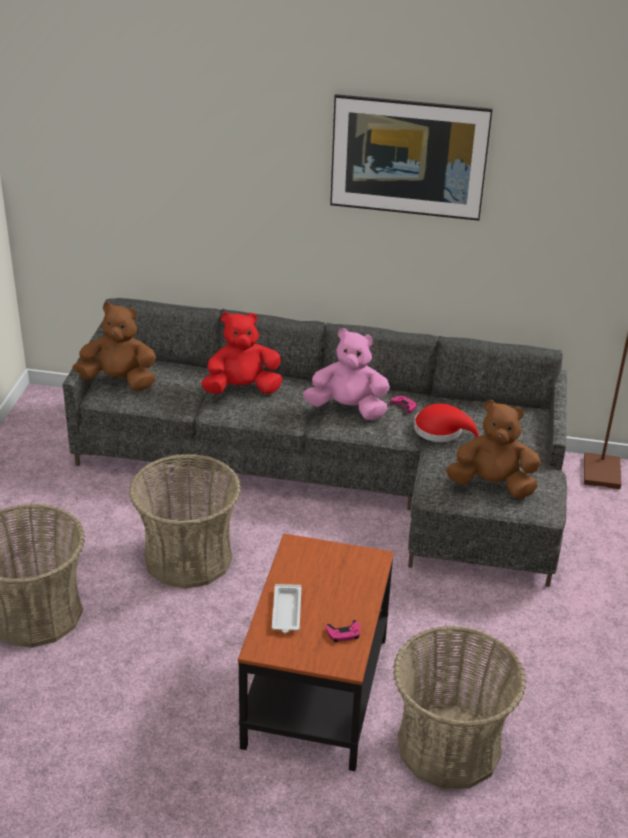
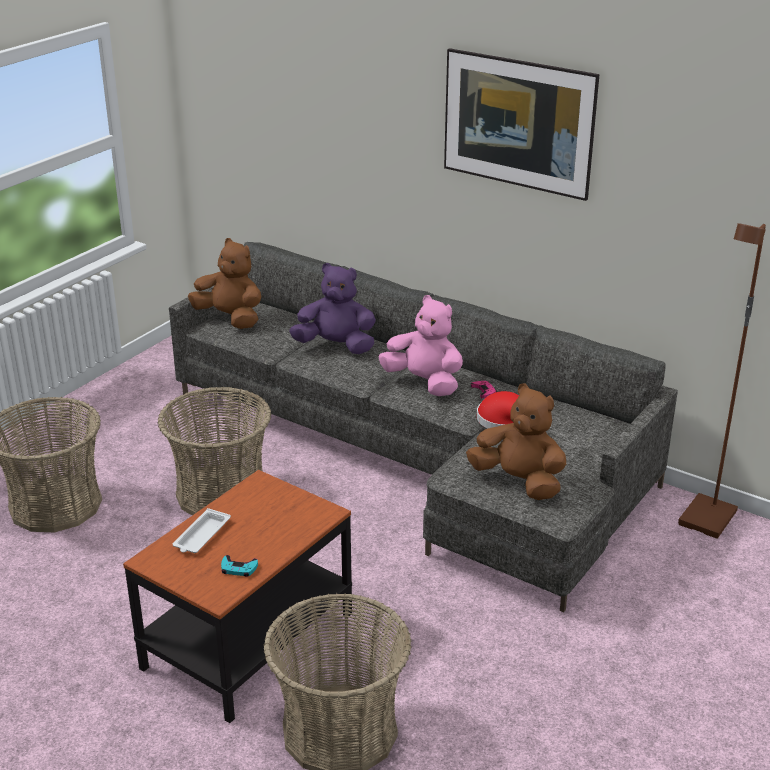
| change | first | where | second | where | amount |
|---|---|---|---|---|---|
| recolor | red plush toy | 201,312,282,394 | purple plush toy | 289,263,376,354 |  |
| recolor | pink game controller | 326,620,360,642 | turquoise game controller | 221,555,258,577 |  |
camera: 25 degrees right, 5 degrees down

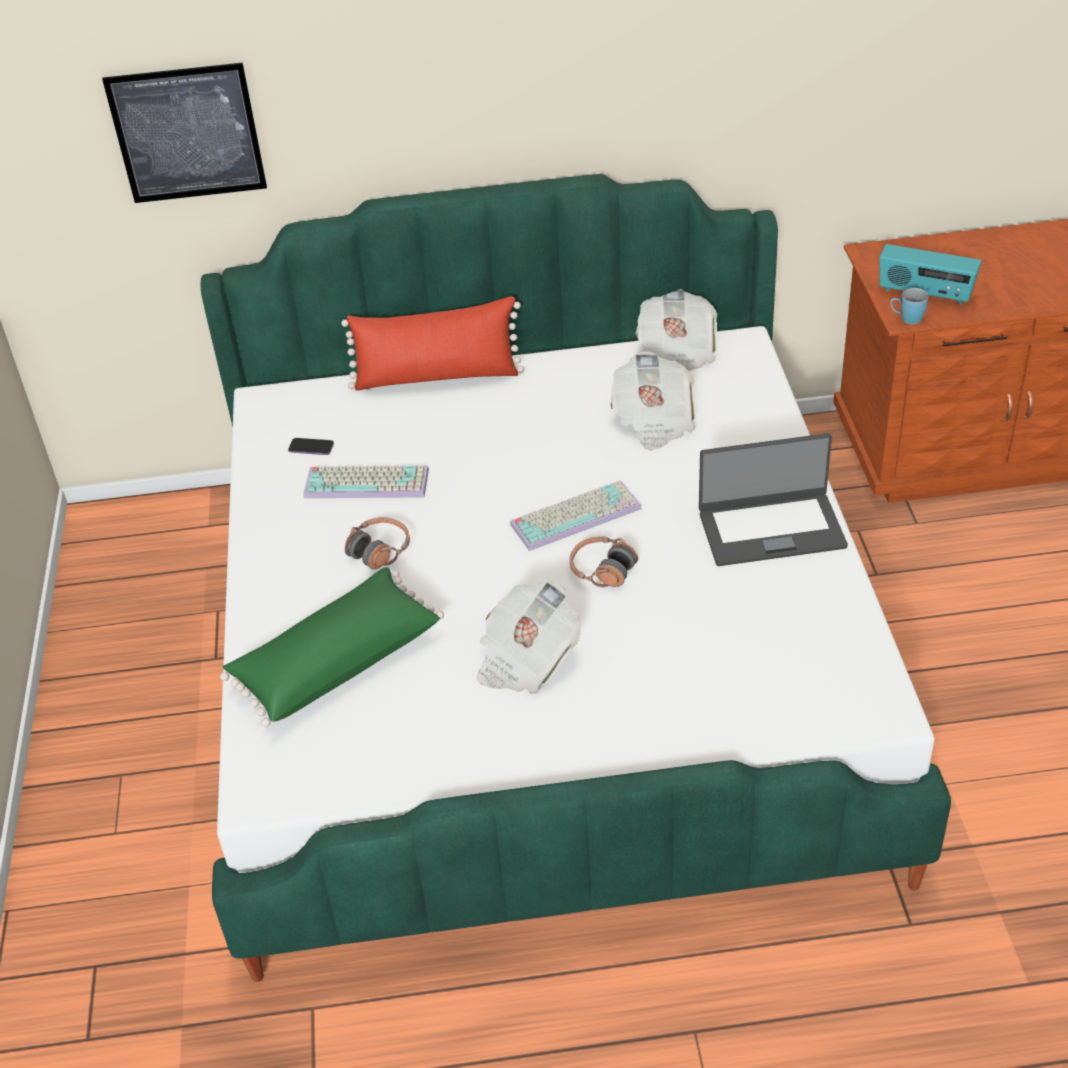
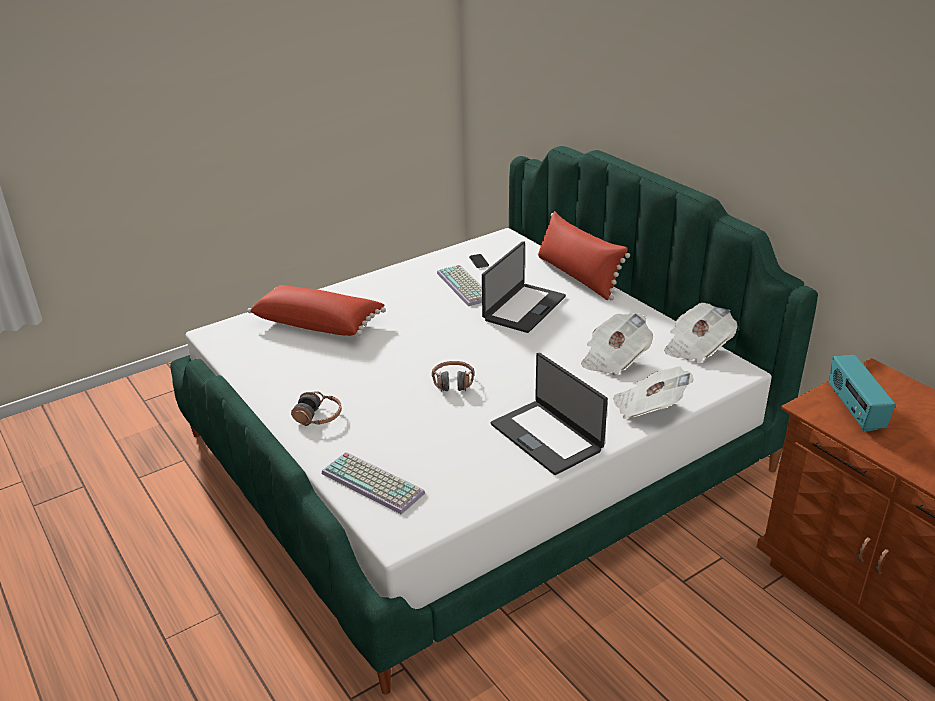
| change | first | where | second | where | amount |
|---|---|---|---|---|---|
| delete | picture | 102,63,267,203 |  |  |  |
| delete | blue mug | 890,288,928,324 |  |  |  |
| move | keyboard | 510,480,642,551 |  | 322,452,425,515 |  |
| move | headphones | 345,517,410,570 |  | 291,391,342,426 |  |
| recolor | green pillow | 220,567,444,727 | red pillow | 247,285,386,336 |  |
| move | newspaper | 477,581,581,694 |  | 613,366,693,419 |  |
| insert |  |  | laptop | 482,241,566,333 |  |
camera: 60 degrees right, 10 degrees down

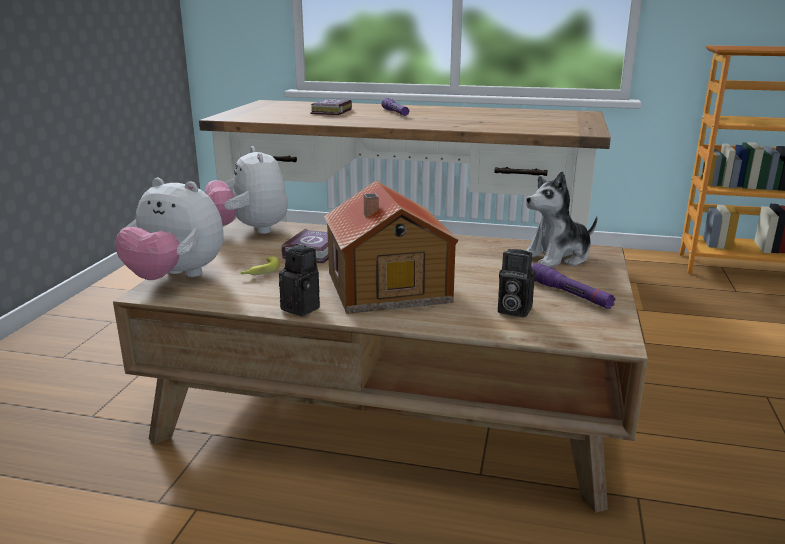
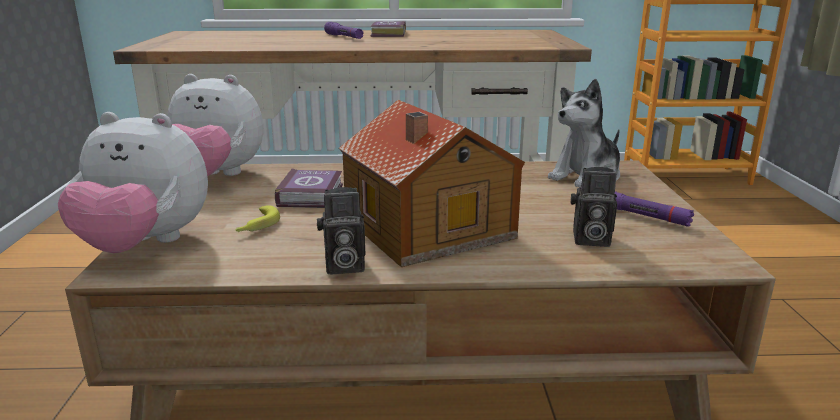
| change | first | where | second | where | amount |
|---|---|---|---|---|---|
| move | book | 310,99,352,115 |  | 370,21,406,37 |  |
| rotate | plush toy | 205,146,288,234 |  | 167,74,263,176 | 45 degrees counterclockwise |
| rotate | photo camera | 279,243,320,317 |  | 317,187,365,274 | 150 degrees clockwise |
camera: 15 degrees left, 0 degrees up

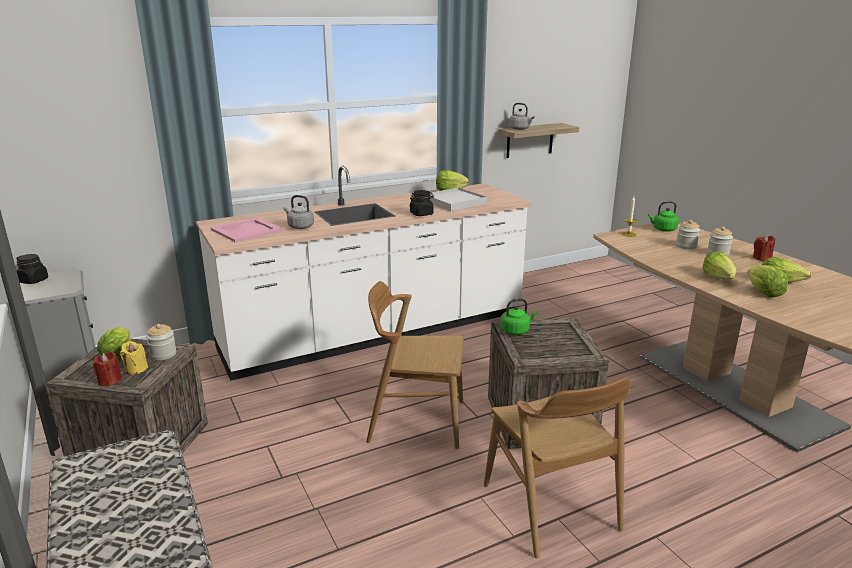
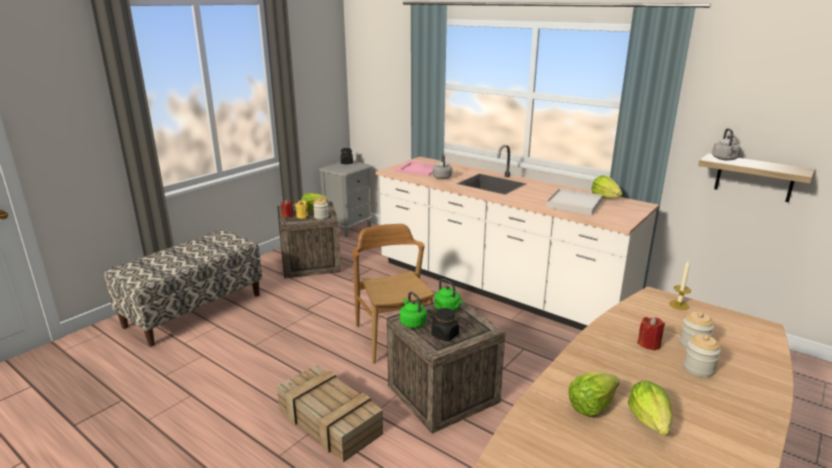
| change | first | where | second | where | amount |
|---|---|---|---|---|---|
| move | black jar | 409,190,434,216 |  | 431,308,459,341 |  |
| move | green kettle | 648,201,679,232 |  | 400,292,427,328 |  |
| move | red candle | 753,234,775,261 |  | 637,317,665,351 |  |
| delete | lettuce | 703,252,736,279 |  |  |  |
| replace | brown chair | 484,377,630,559 | crate | 276,364,383,462 |  |
camera: 65 degrees right, 0 degrees up

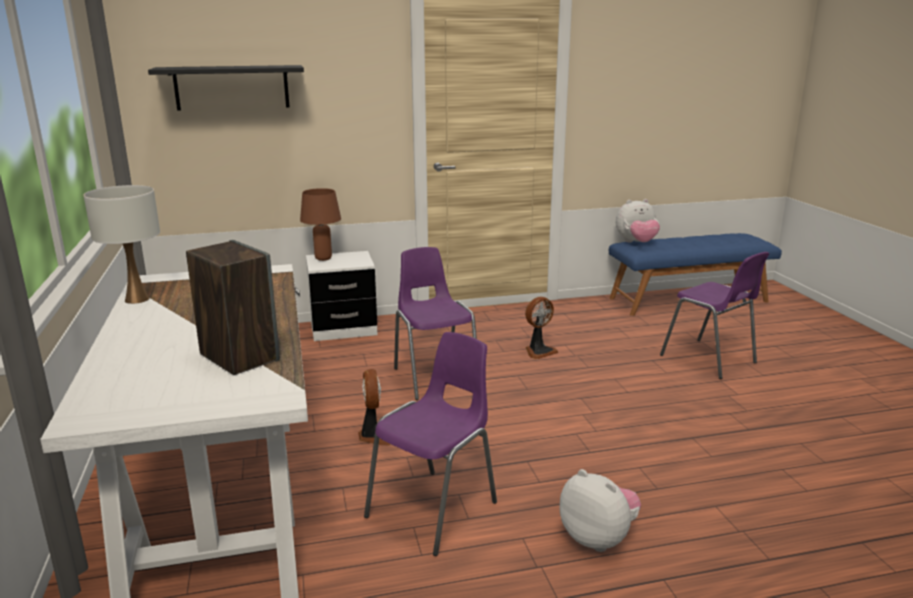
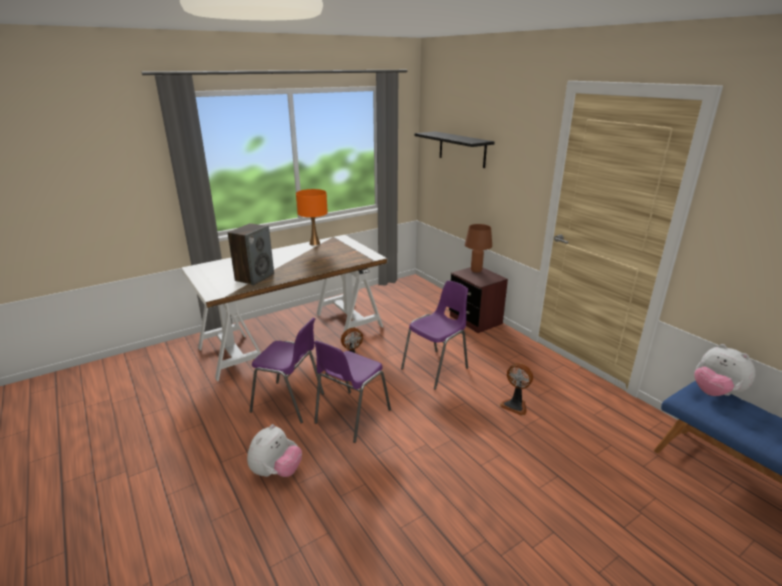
| change | first | where | second | where | amount |
|---|---|---|---|---|---|
| recolor | white table lamp | 84,185,160,304 | orange table lamp | 296,189,328,246 |  |
| recolor | white nightstand | 306,251,377,341 | brown nightstand | 449,267,508,333 |  |
| move | purple chair | 660,252,769,379 |  | 314,340,391,443 |  |
camera: 70 degrees right, 5 degrees up

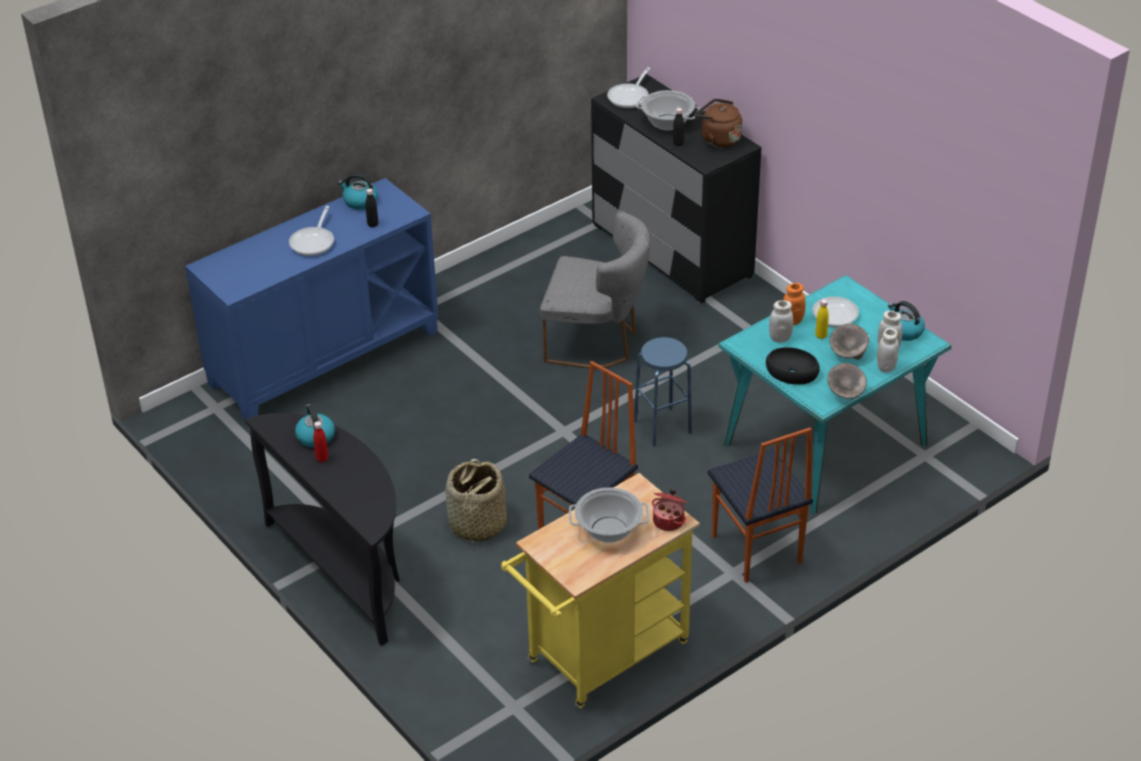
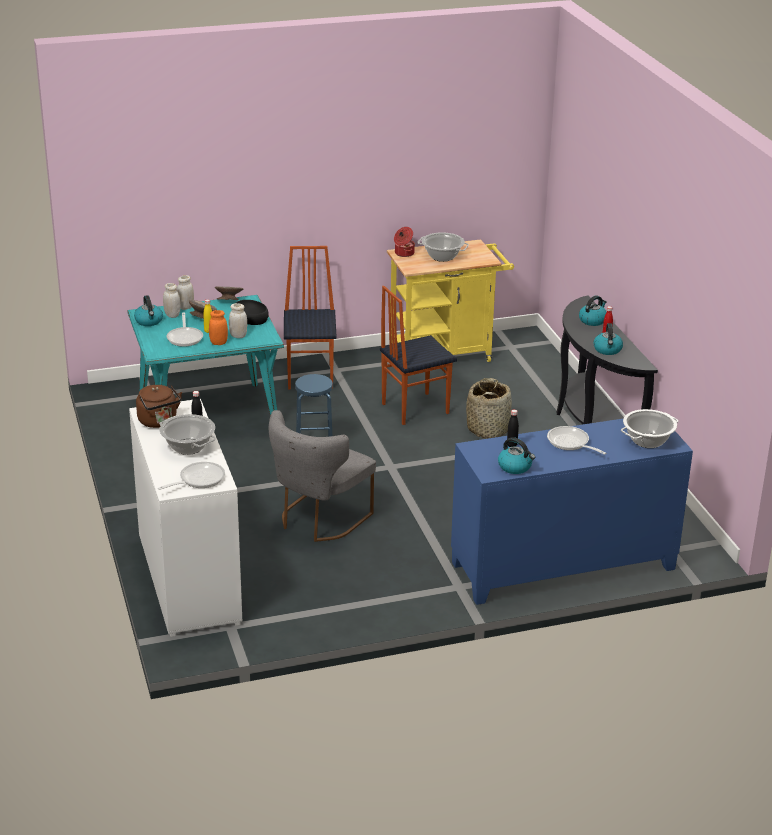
| change | first | where | second | where | amount |
|---|---|---|---|---|---|
| recolor | black dresser | 591,74,761,303 | white dresser | 129,399,242,637 |  |
| rotate | frying pan | 289,206,334,256 |  | 547,426,606,455 | 75 degrees counterclockwise |
| rotate | grey chair | 540,211,650,369 |  | 269,410,376,542 | 90 degrees counterclockwise |
| insert |  |  | kettle | 579,295,607,326 |  |
| insert |  |  | cooking pot | 621,409,679,448 |  |
camera: 160 degrees left, 10 degrees down

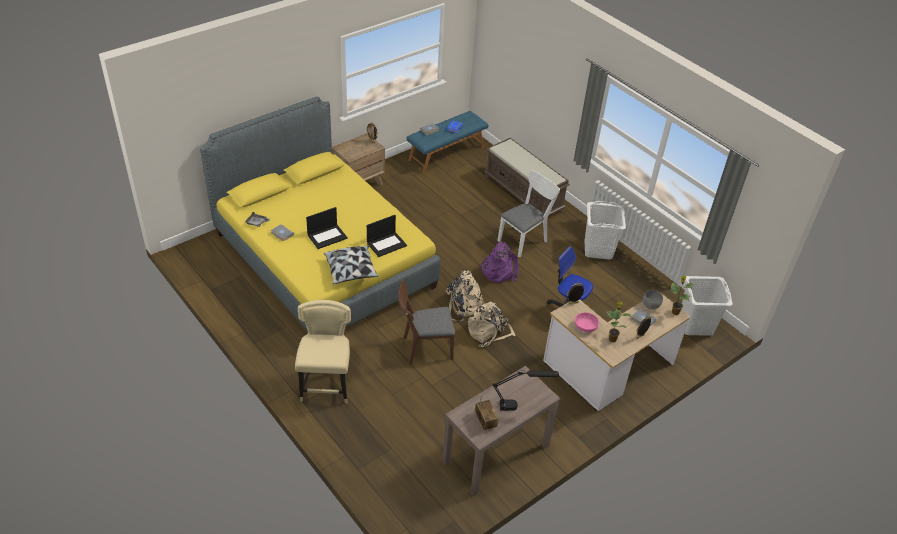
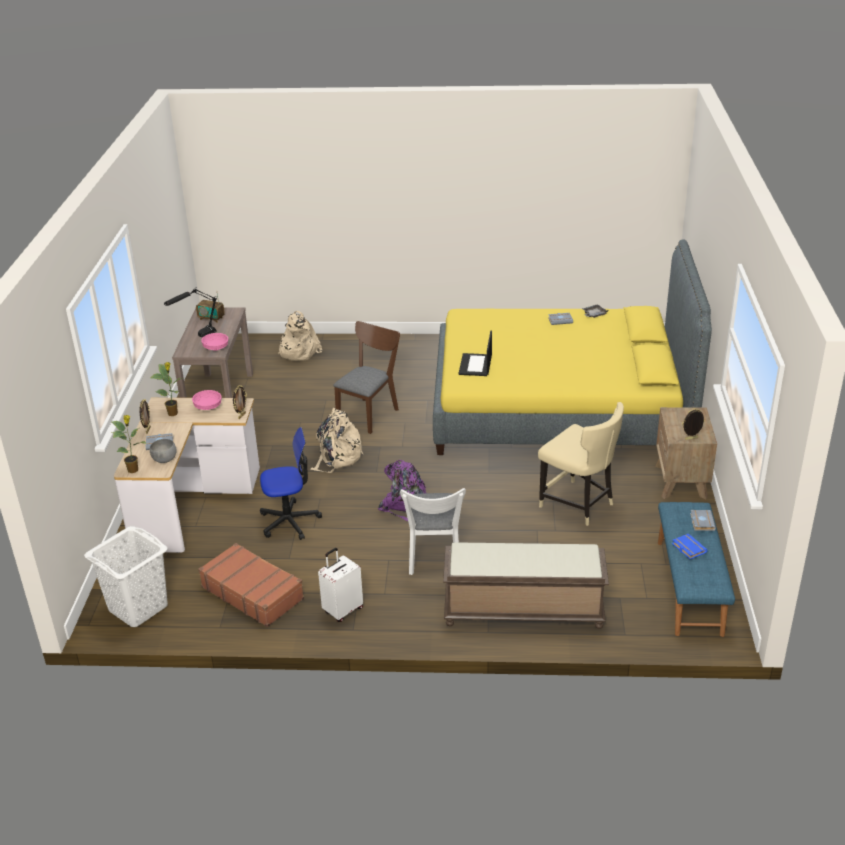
| change | first | where | second | where | amount |
|---|---|---|---|---|---|
| replace | white laundry basket | 585,201,626,259 | white suitcase | 318,548,363,622 |  |
| delete | laptop | 306,207,348,249 |  |  |  |
| delete | pillow | 324,246,378,284 |  |  |  |
| move | beige backpack | 446,270,485,321 |  | 278,311,322,361 |  |
| move | beige chair | 295,300,351,403 |  | 538,402,624,526 |  |
| insert |  |  | pink bowl | 201,333,228,351 |  |
| insert |  |  | brown suitcase | 198,543,304,627 |  |
camera: 135 degrees right, 10 degrees down

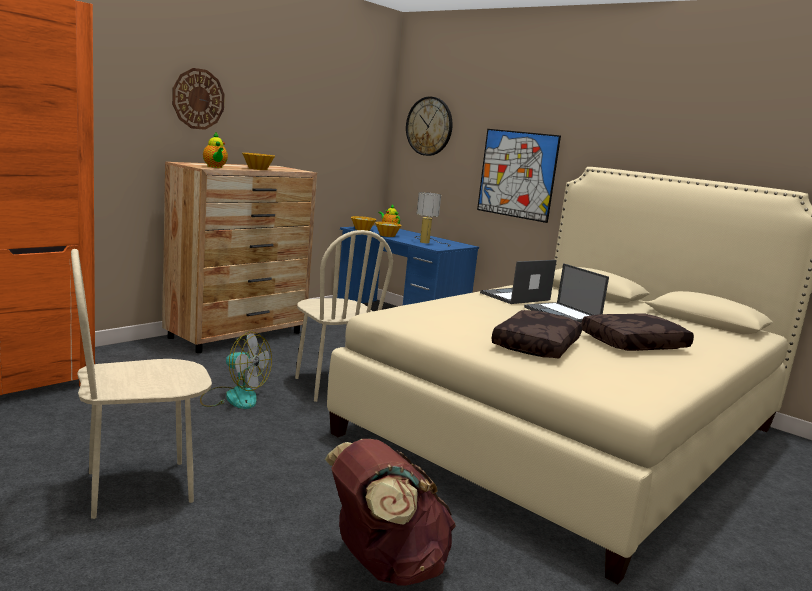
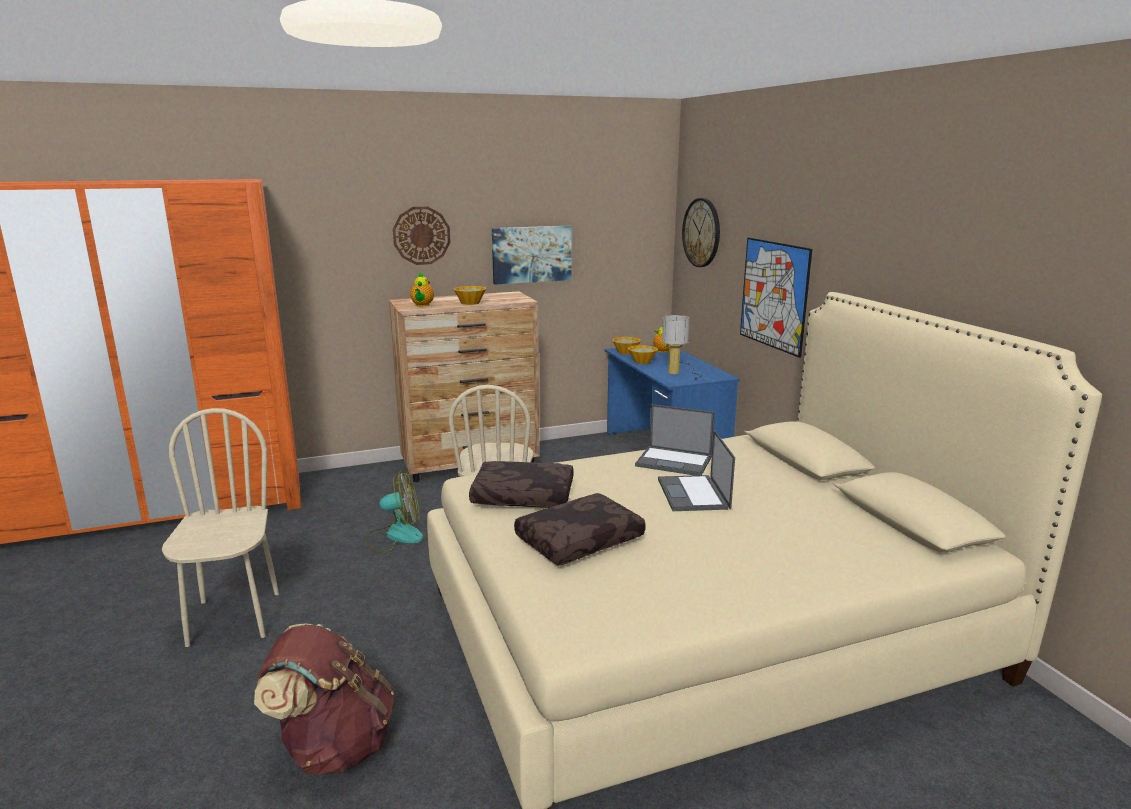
| change | first | where | second | where | amount |
|---|---|---|---|---|---|
| rotate | beige chair | 71,249,212,519 |  | 162,408,279,647 | 75 degrees clockwise |
| rotate | laptop | 480,260,557,304 |  | 635,404,715,475 | 150 degrees counterclockwise |
| move | brown pillow | 582,313,694,351 |  | 469,461,574,508 |  |
| rotate | fan | 200,332,272,409 |  | 366,471,423,553 | 60 degrees counterclockwise |
| insert |  |  | picture | 492,226,572,285 |  |
camera: 30 degrees right, 5 degrees up

